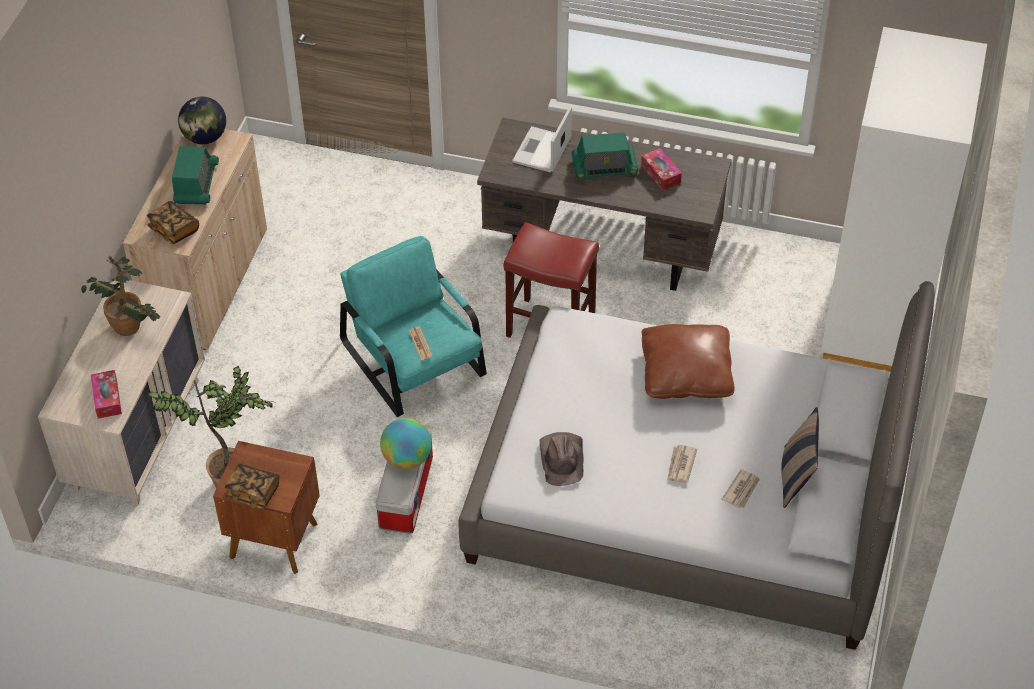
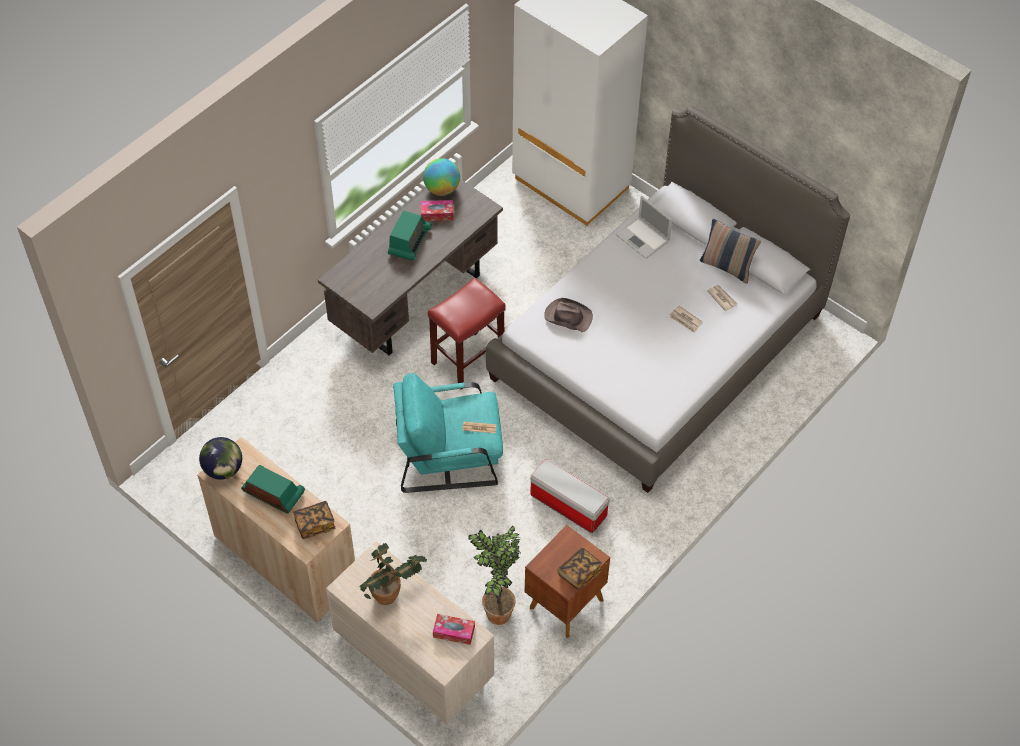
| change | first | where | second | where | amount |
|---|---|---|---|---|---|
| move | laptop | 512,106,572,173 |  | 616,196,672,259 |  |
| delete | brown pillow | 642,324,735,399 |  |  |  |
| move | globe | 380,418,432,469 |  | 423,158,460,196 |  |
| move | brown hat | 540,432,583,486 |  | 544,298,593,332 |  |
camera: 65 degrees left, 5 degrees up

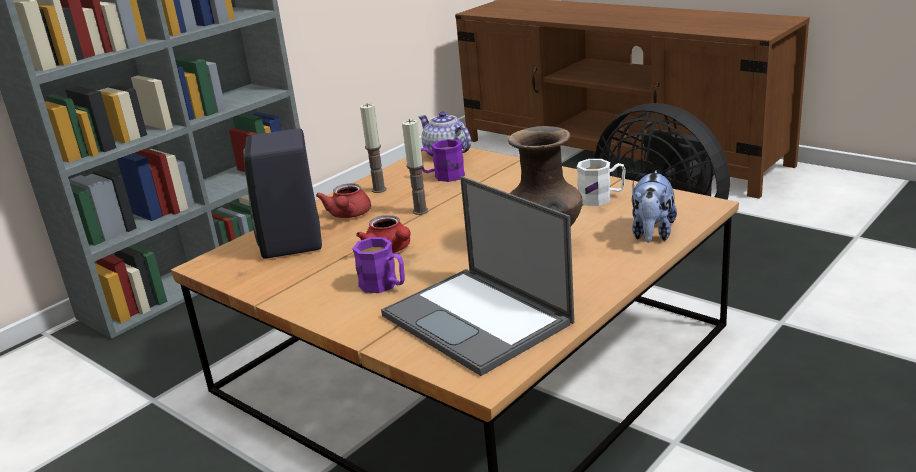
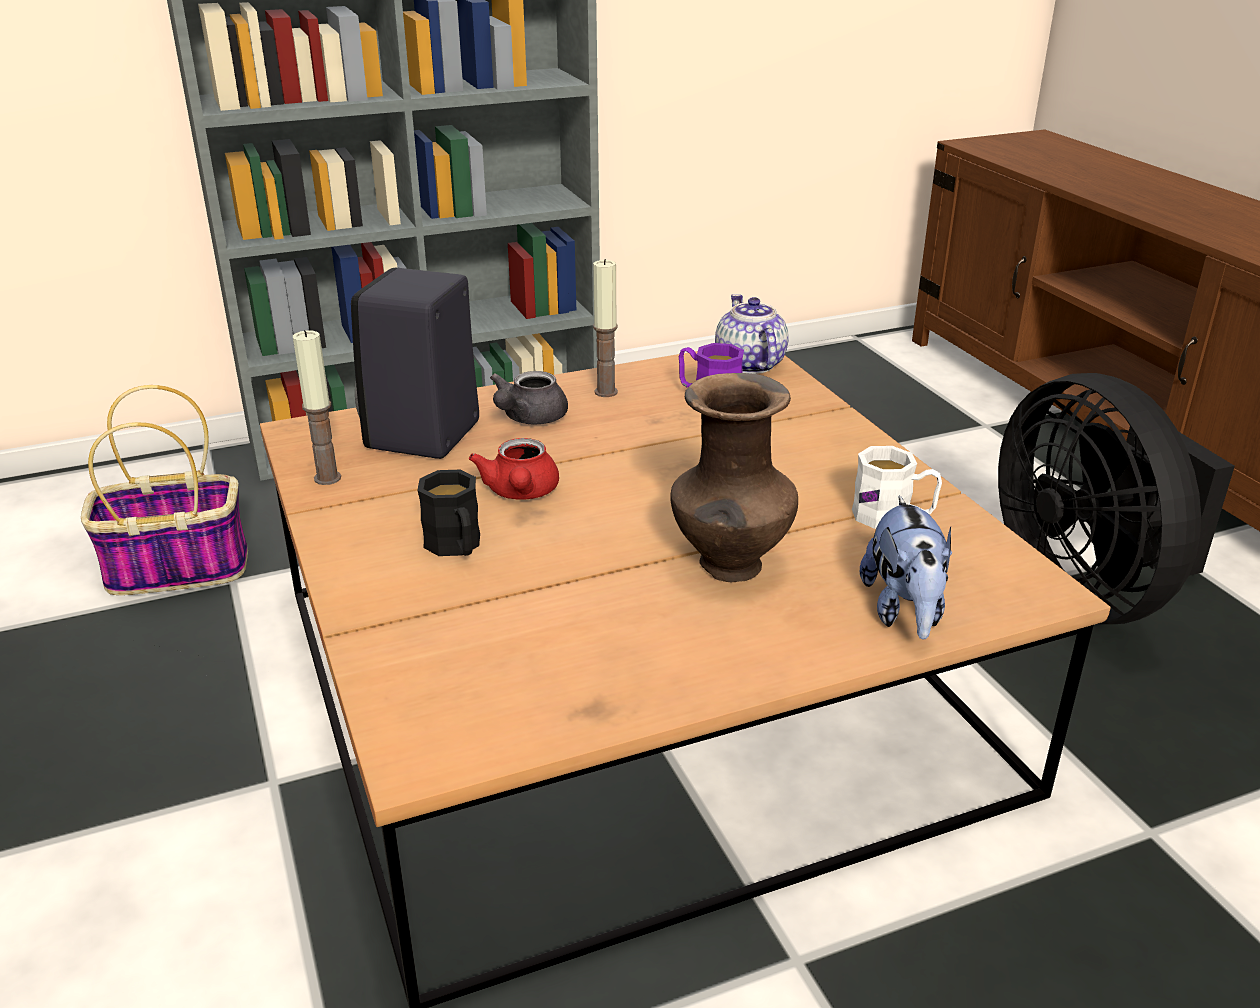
| change | first | where | second | where | amount |
|---|---|---|---|---|---|
| move | candle | 402,119,429,215 |  | 293,330,341,485 |  |
| rotate | plush toy | 632,170,677,243 |  | 860,496,952,640 | 45 degrees counterclockwise |
| delete | laptop | 381,176,574,376 |  |  |  |
| recolor | red teapot | 316,183,371,218 | grey teapot | 490,371,568,424 |  |
| recolor | purple mug | 352,237,405,293 | black mug | 417,470,480,556 |  |
| insert |  |  | basket | 81,385,248,595 |  |
camera: 25 degrees right, 5 degrees up

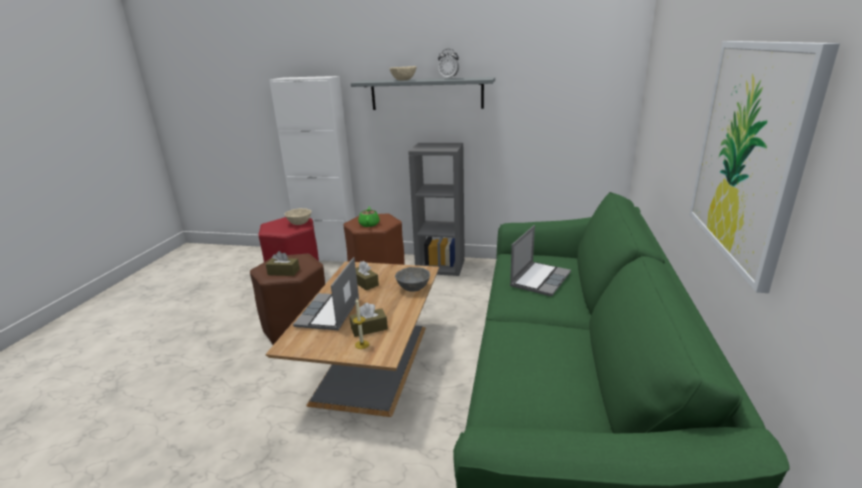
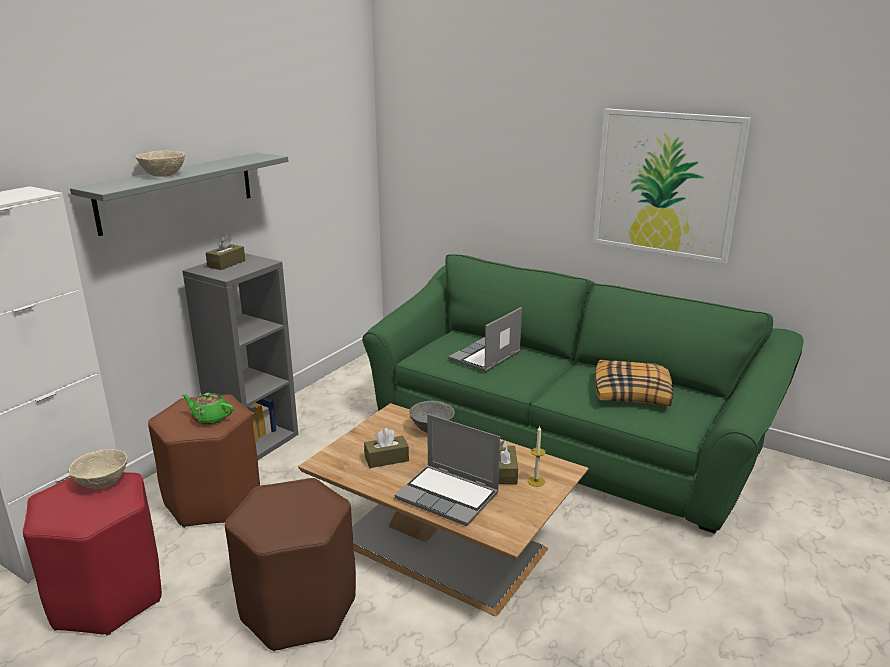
| change | first | where | second | where | amount |
|---|---|---|---|---|---|
| delete | alarm clock | 438,49,459,79 |  |  |  |
| rotate | laptop | 510,225,571,296 |  | 448,307,522,372 | 105 degrees counterclockwise |
| move | brown tissue box | 266,251,300,276 |  | 206,235,245,270 |  |
| insert |  |  | pillow | 595,360,673,406 |  |
camera: 70 degrees left, 0 degrees up

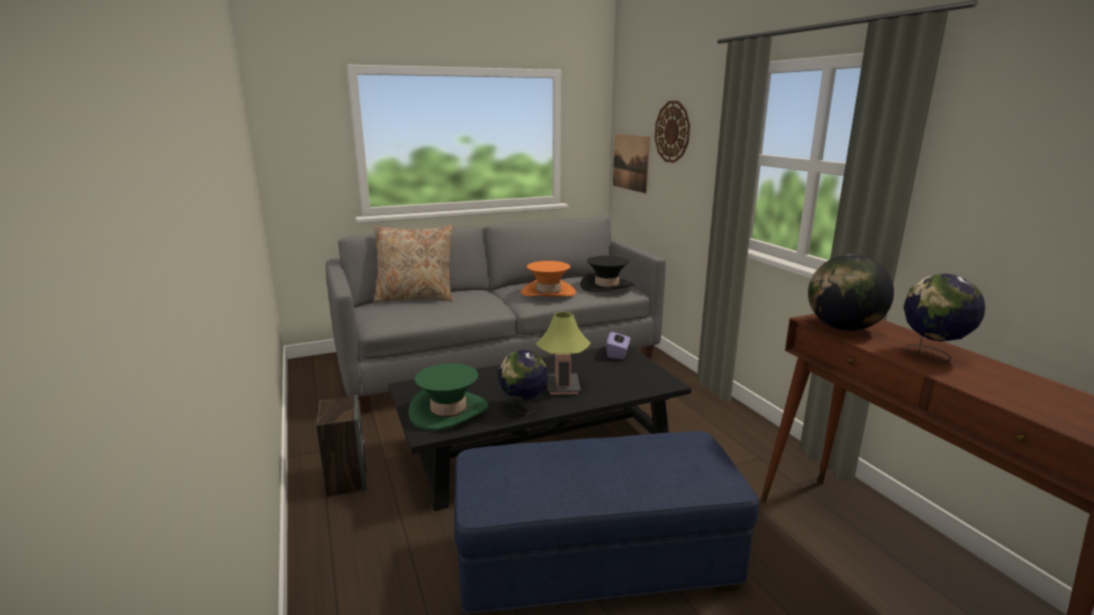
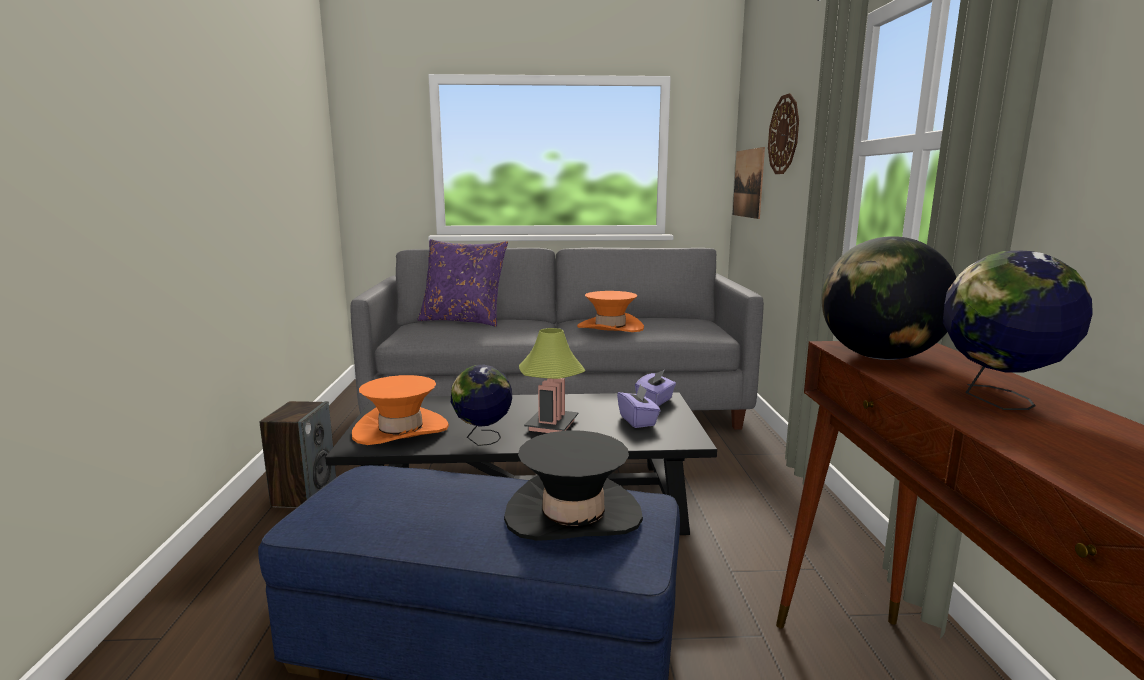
| change | first | where | second | where | amount |
|---|---|---|---|---|---|
| recolor | beige pillow | 373,225,453,303 | purple pillow | 417,239,508,327 |  |
| move | black hat | 580,256,634,292 |  | 504,431,643,541 |  |
| recolor | green hat | 408,363,488,430 | orange hat | 352,375,449,445 |  |
| insert |  |  | purple tissue box | 617,384,661,428 |  |
camera: 20 degrees right, 5 degrees down

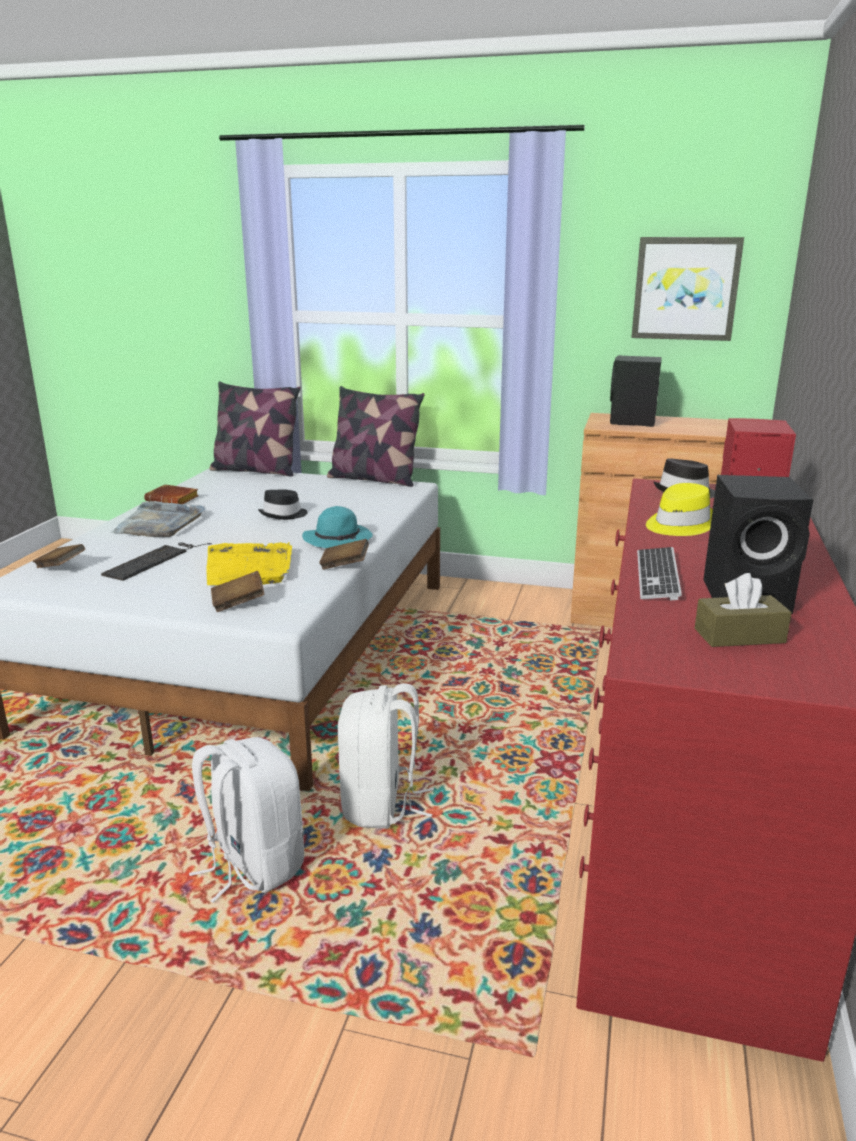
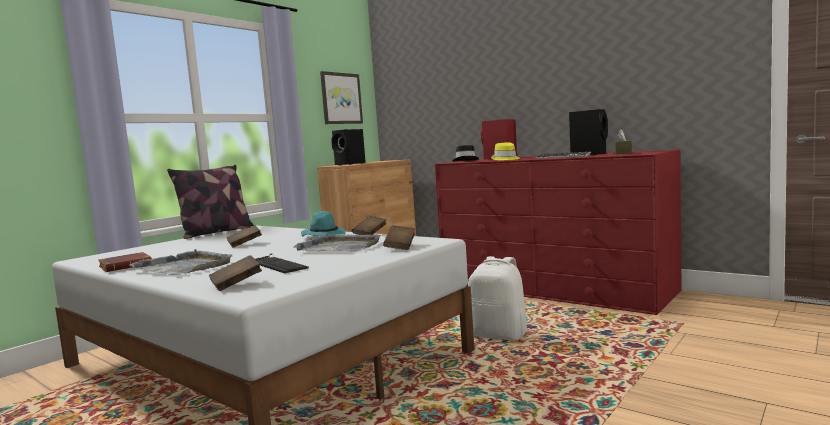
| change | first | where | second | where | amount |
|---|---|---|---|---|---|
| delete | pillow | 209,381,301,477 |  |  |  |
| replace | black hat | 258,490,308,520 | brown book | 226,225,262,248 |  |
| recolor | yellow tray | 207,542,292,585 | grey tray | 293,233,382,251 |  |
| delete | white backpack | 189,737,304,903 |  |  |  |
camera: 65 degrees left, 15 degrees down

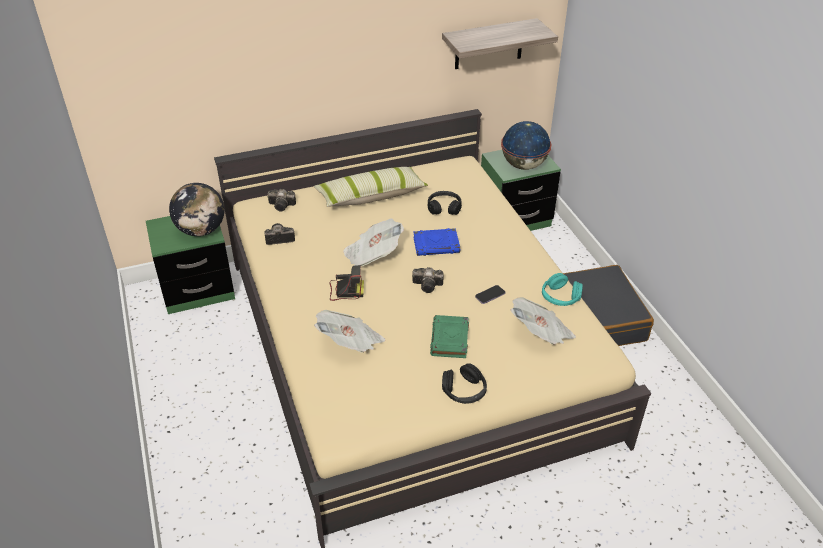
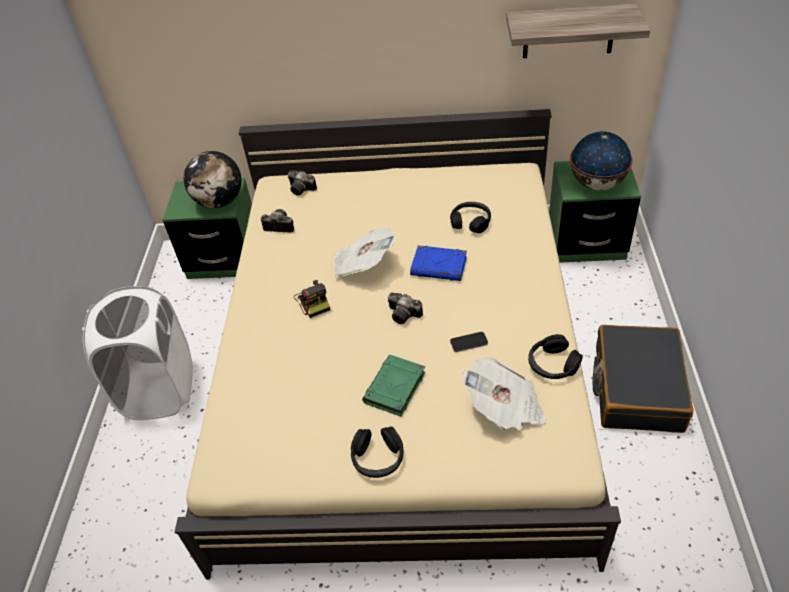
| change | first | where | second | where | amount |
|---|---|---|---|---|---|
| delete | pillow | 314,167,428,207 |  |  |  |
| rotate | photo camera | 330,265,364,301 |  | 294,280,330,318 | 45 degrees clockwise |
| recolor | turquoise headphones | 542,273,583,306 | black headphones | 528,334,583,379 |  |
| delete | newspaper | 314,310,386,352 |  |  |  |
| insert |  |  | white laundry basket | 82,286,193,420 |  |
camera: 25 degrees right, 5 degrees up

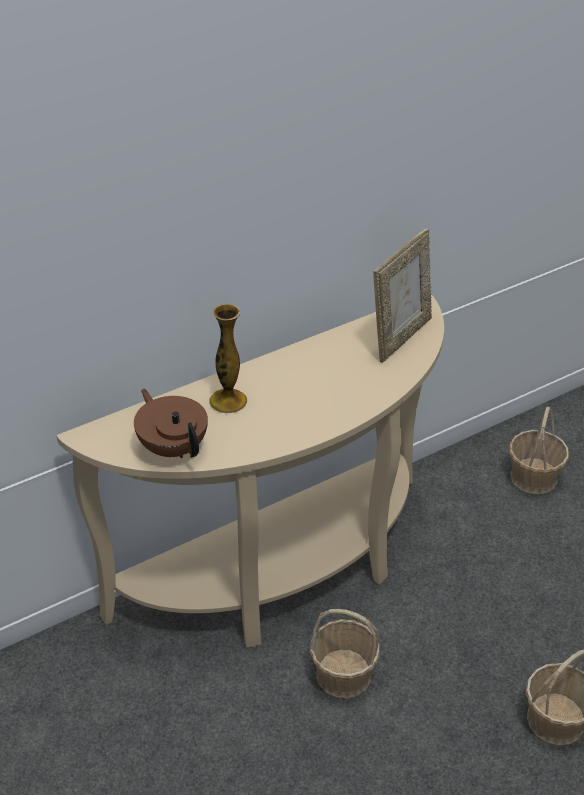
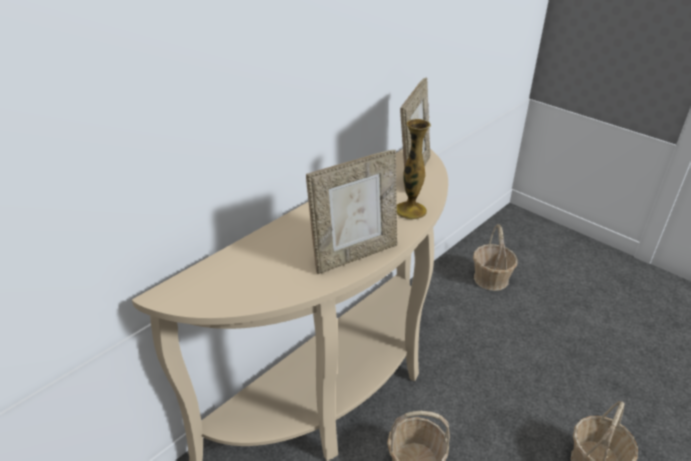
| change | first | where | second | where | amount |
|---|---|---|---|---|---|
| move | vase | 209,304,247,414 |  | 397,119,431,220 |  |
| delete | brown teapot | 134,389,208,458 |  |  |  |
| insert |  |  | picture frame | 306,150,397,274 |  |
camera: 15 degrees left, 5 degrees down

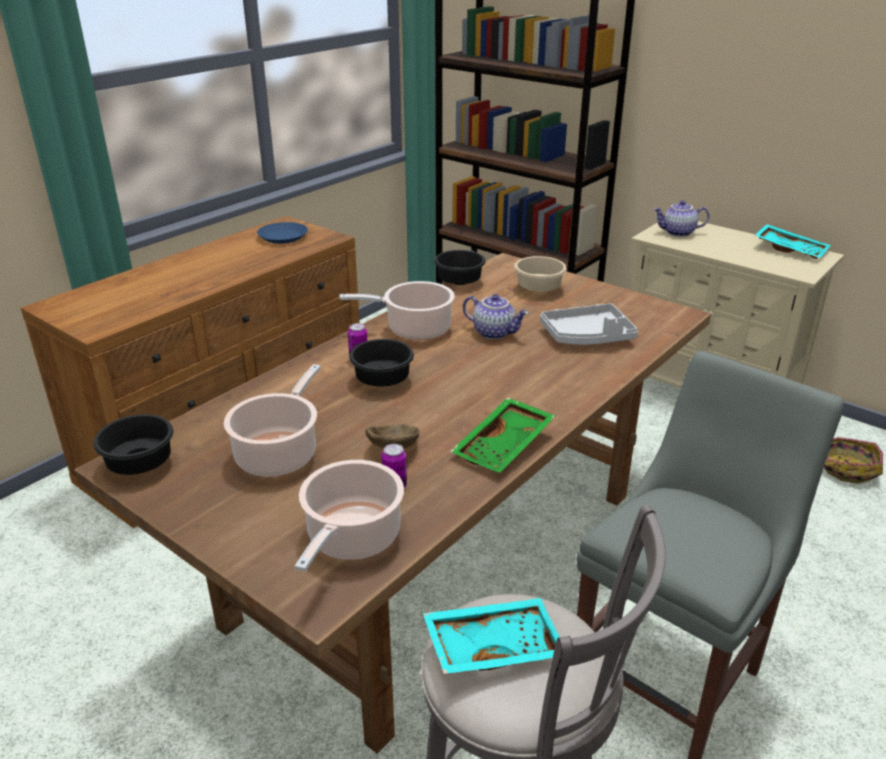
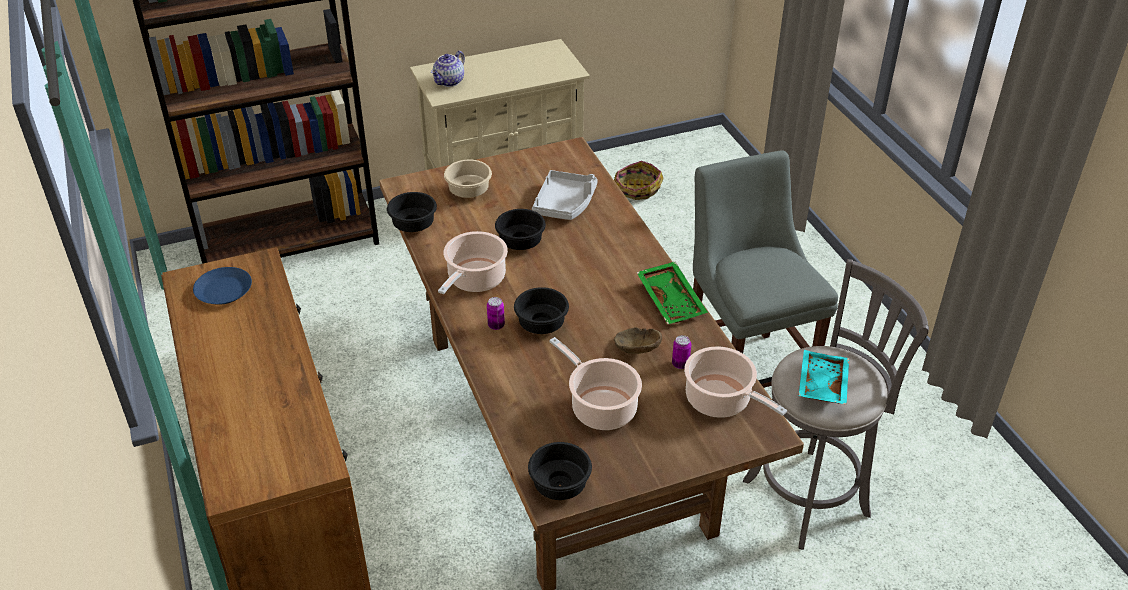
| change | first | where | second | where | amount |
|---|---|---|---|---|---|
| delete | turquoise tray | 755,224,831,259 |  |  |  |
| replace | teapot | 463,294,528,340 | black bowl | 495,209,546,250 |  |
camera: 60 degrees left, 10 degrees up

